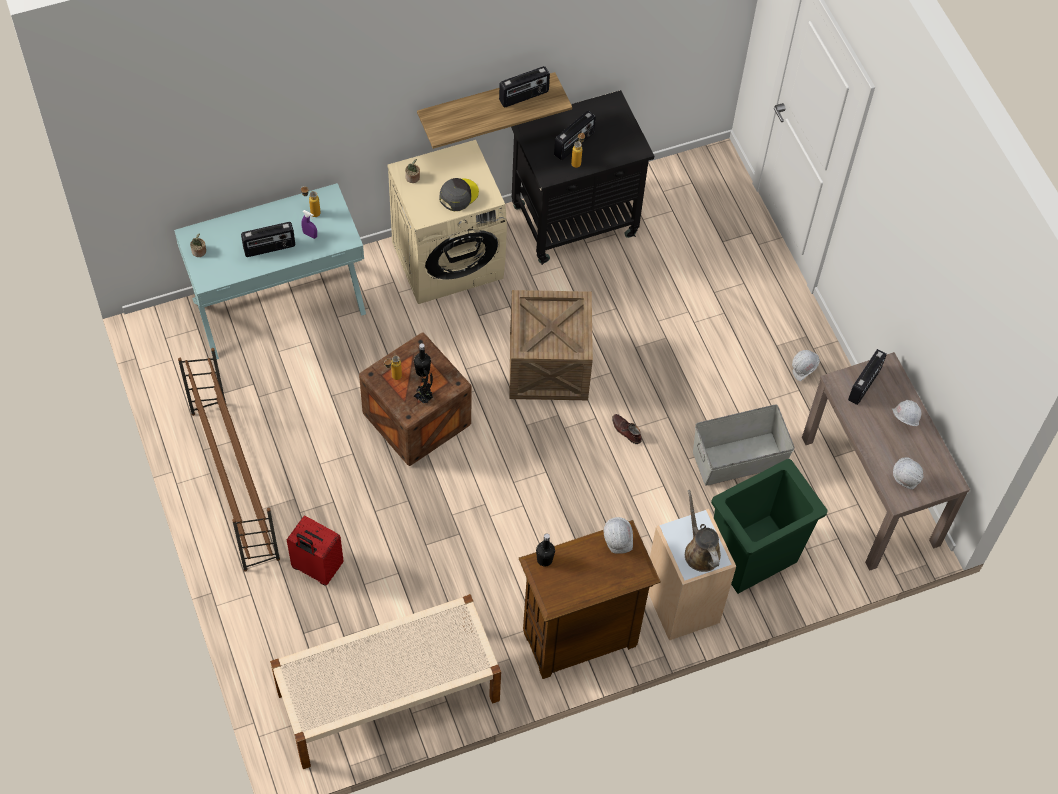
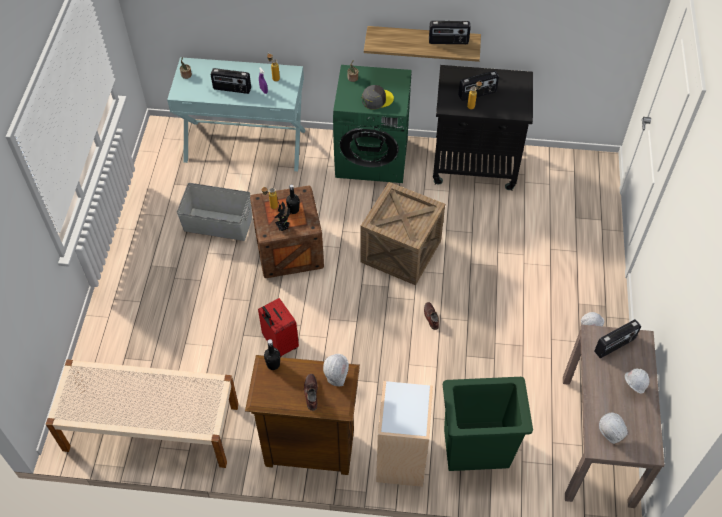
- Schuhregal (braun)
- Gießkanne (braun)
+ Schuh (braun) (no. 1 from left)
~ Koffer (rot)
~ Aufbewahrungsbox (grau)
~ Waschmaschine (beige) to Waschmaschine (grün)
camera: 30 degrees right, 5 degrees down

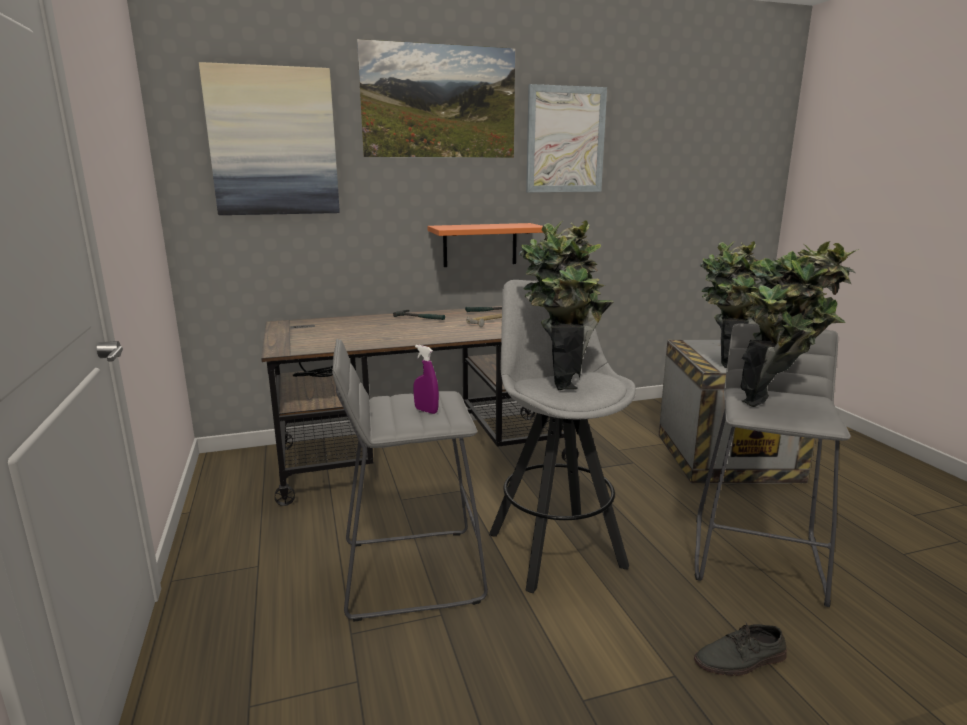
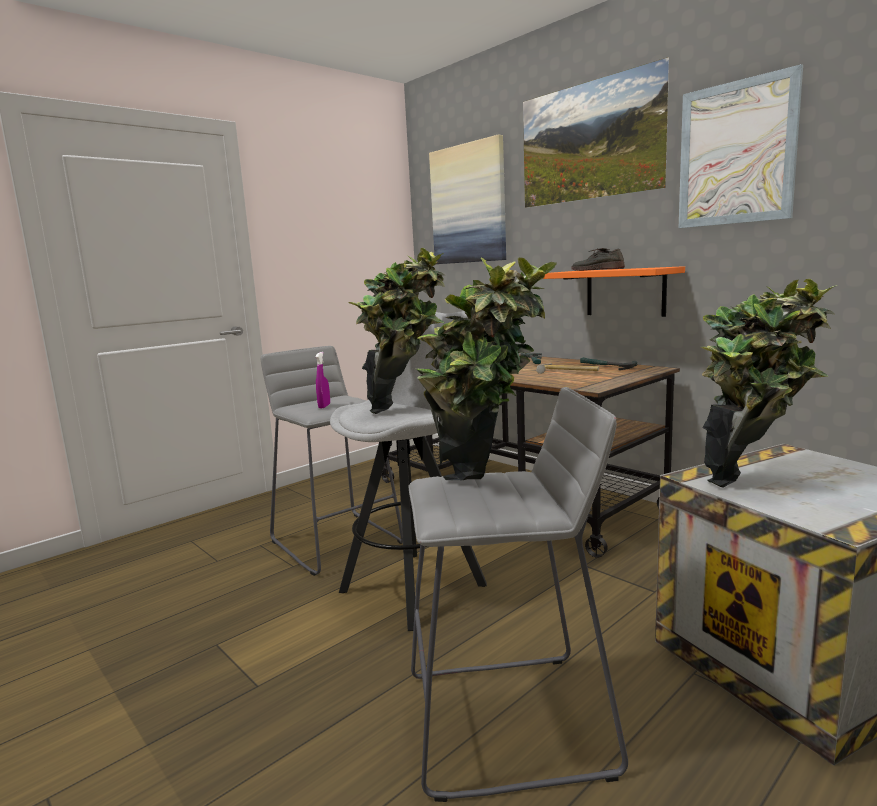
~ Schuh (grau)
camera: 65 degrees right, 5 degrees down

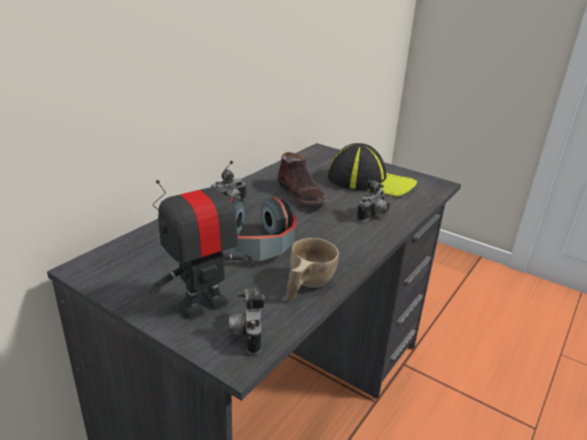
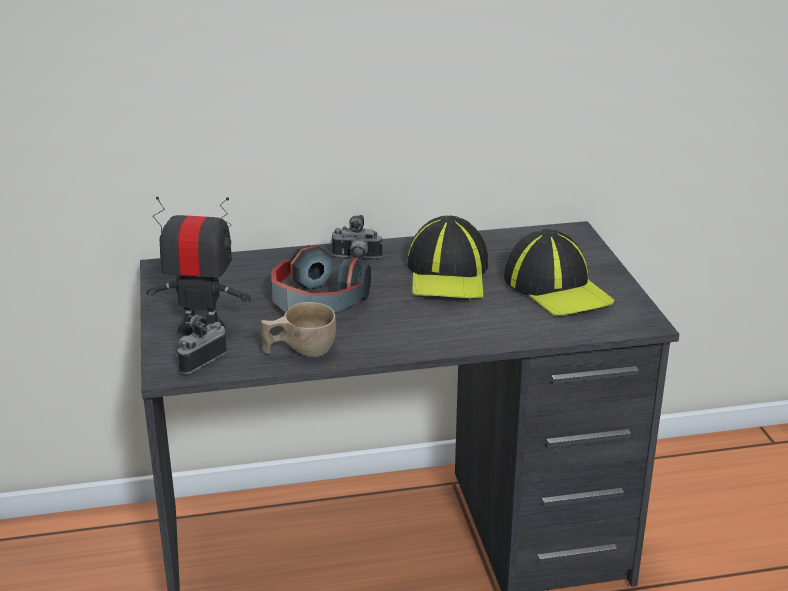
- Kamera (no. 3 from left)
~ Schuh (braun) to Kappe (no. 1 from left)
camera: 45 degrees right, 0 degrees up

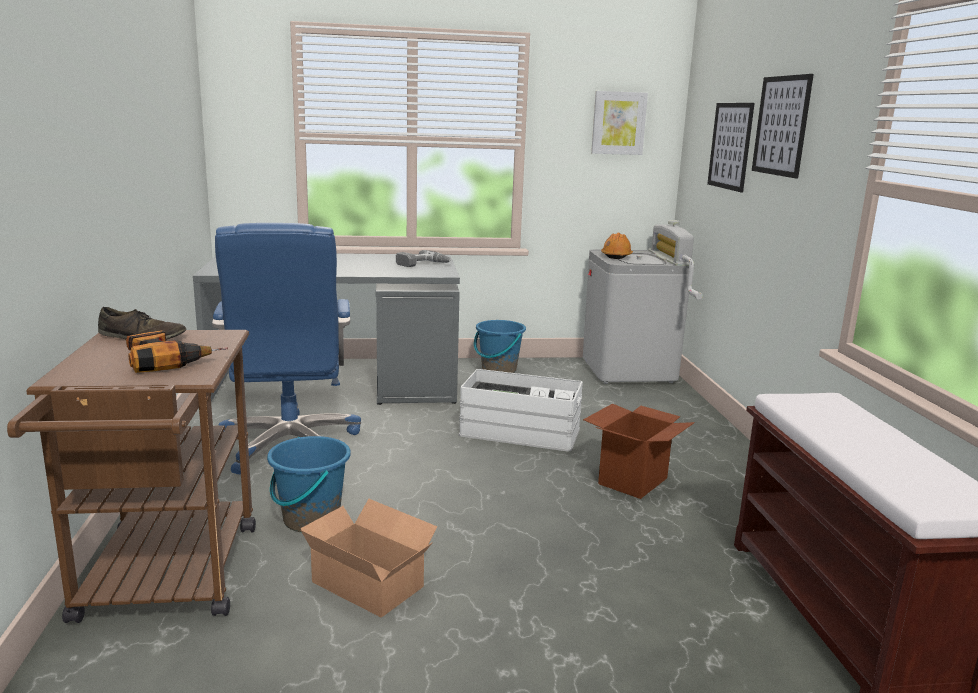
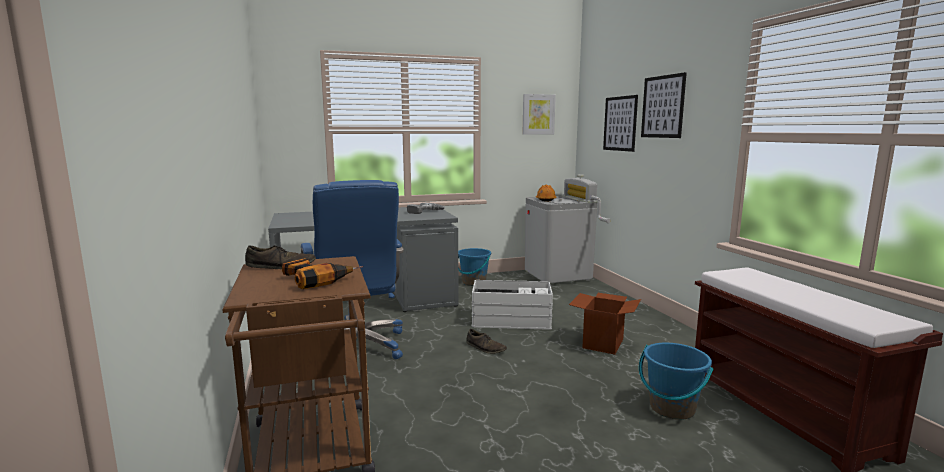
- Karton (no. 1 from left)
+ Schuh (braun) (no. 2 from left)
~ Eimer (blau) (no. 1 from left in the first image) to Eimer (blau) (no. 2 from left)
camera: 10 degrees left, 5 degrees down

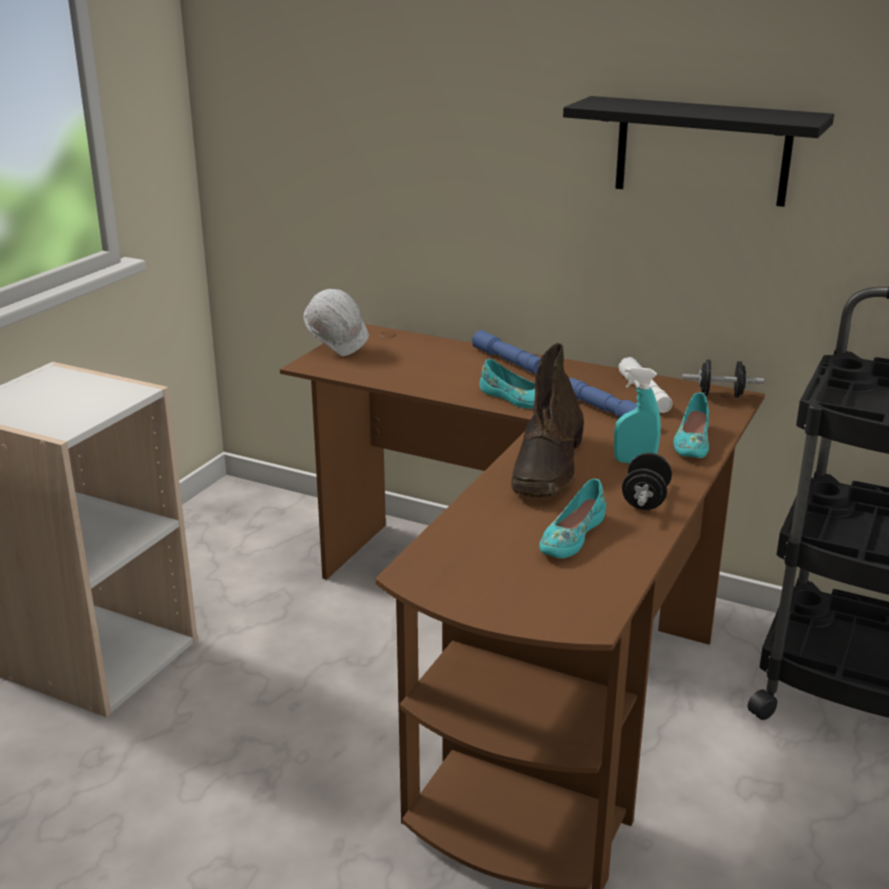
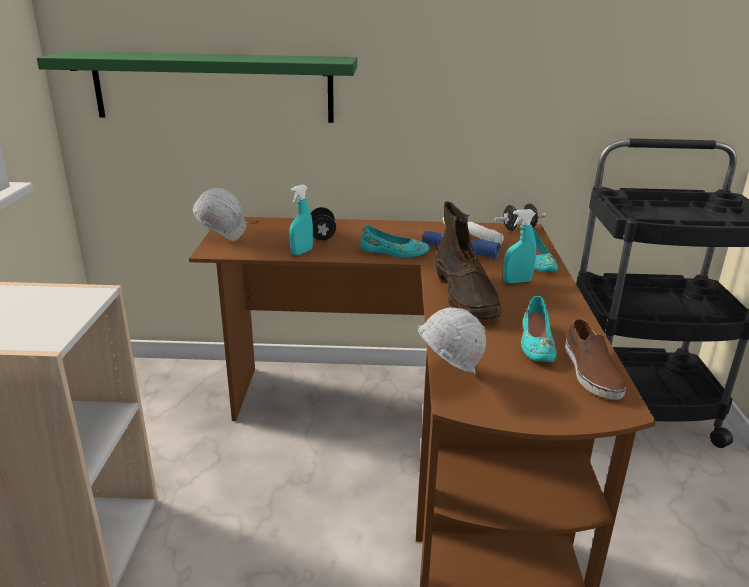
- Taschenlampe (blau) (no. 1 from left)
- Wandregal (schwarz)
+ Wandregal (grün)
+ Sprühflasche (türkis) (no. 1 from left)
+ Schutzhelm (weiß) (no. 2 from left)
+ Schuh (braun)
~ Hantel (schwarz) (no. 1 from left)
camera: 25 degrees left, 0 degrees up

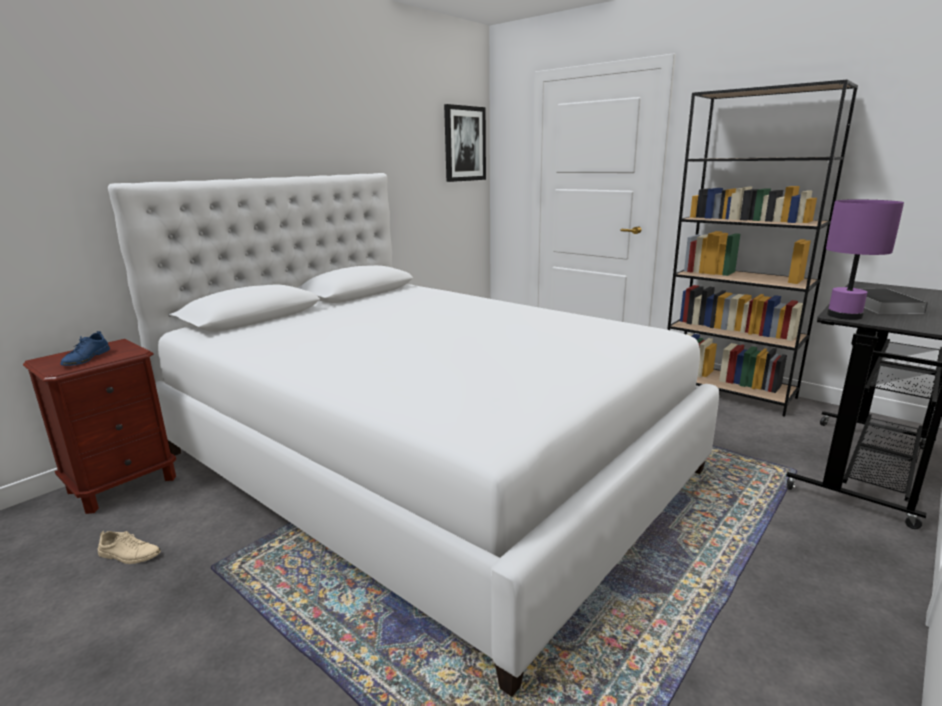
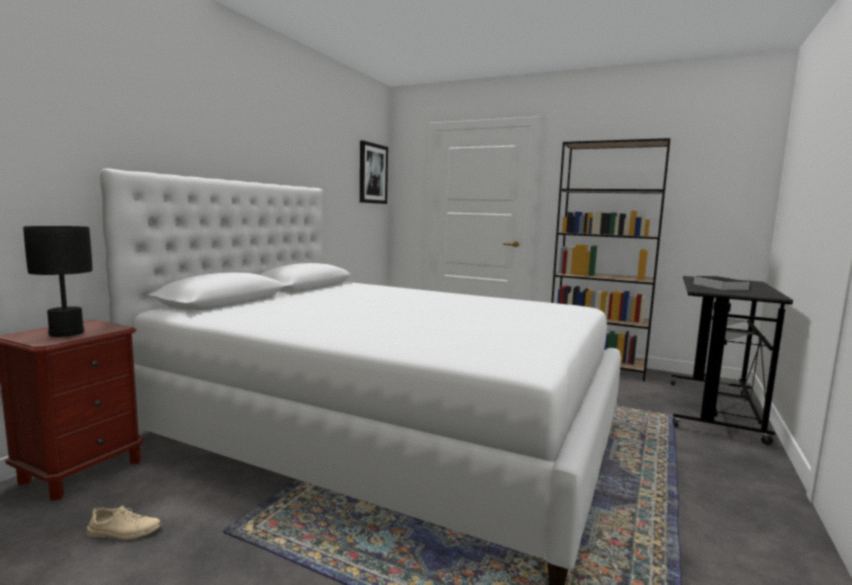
- Tischlampe (lila)
~ Schuh (blau) to Tischlampe (schwarz)
camera: 15 degrees left, 10 degrees down

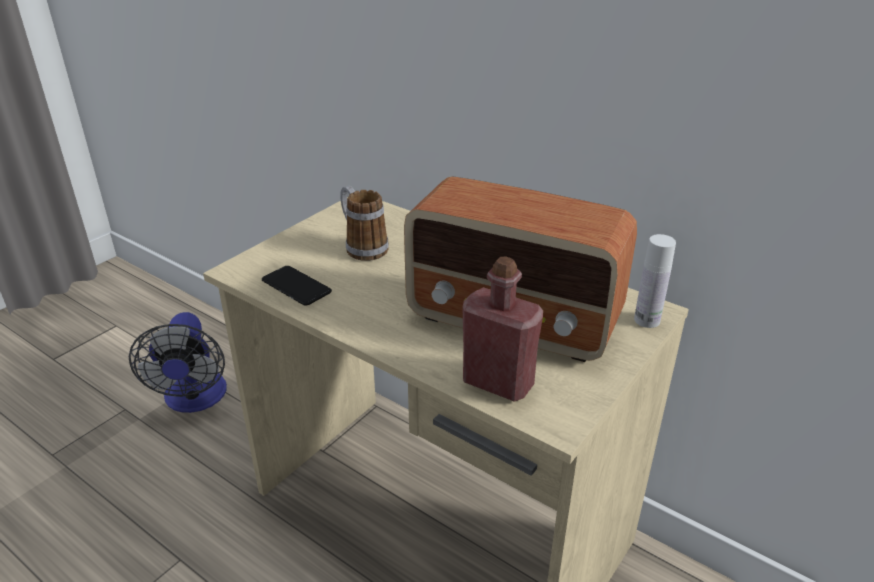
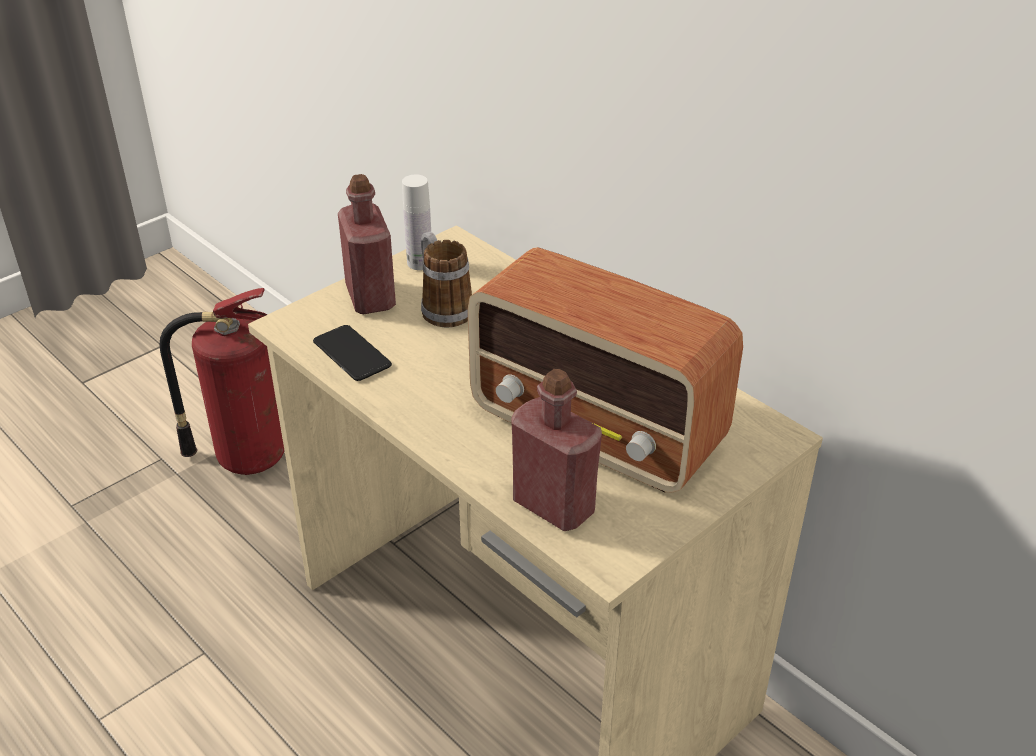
+ Flasche (rot) (no. 1 from left)
~ Flasche (weiß)
~ Ventilator to Feuerlöscher
camera: 10 degrees right, 5 degrees up

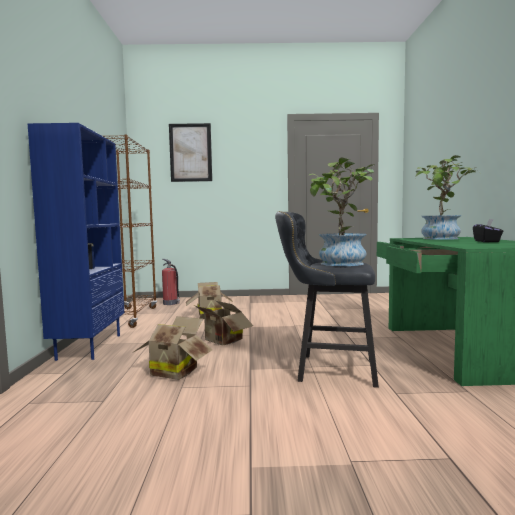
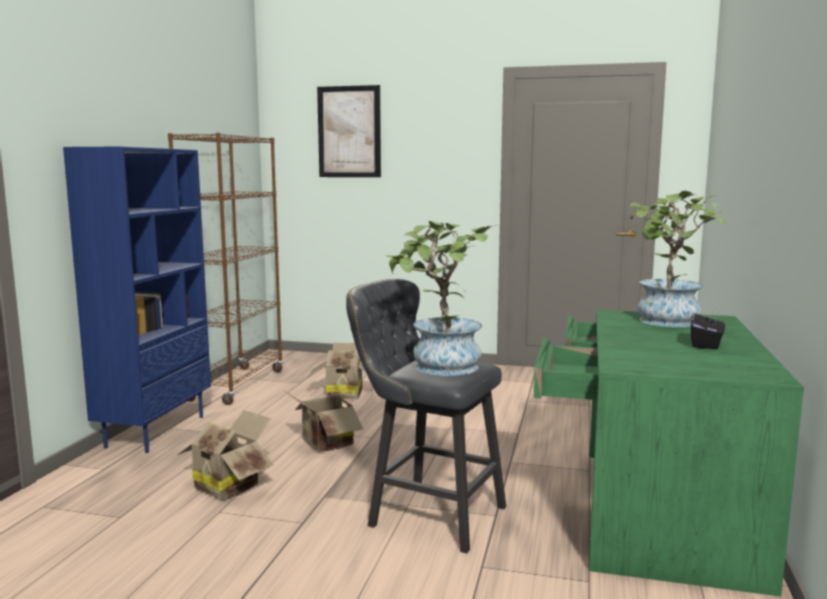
- Feuerlöscher
camera: 15 degrees right, 5 degrees up

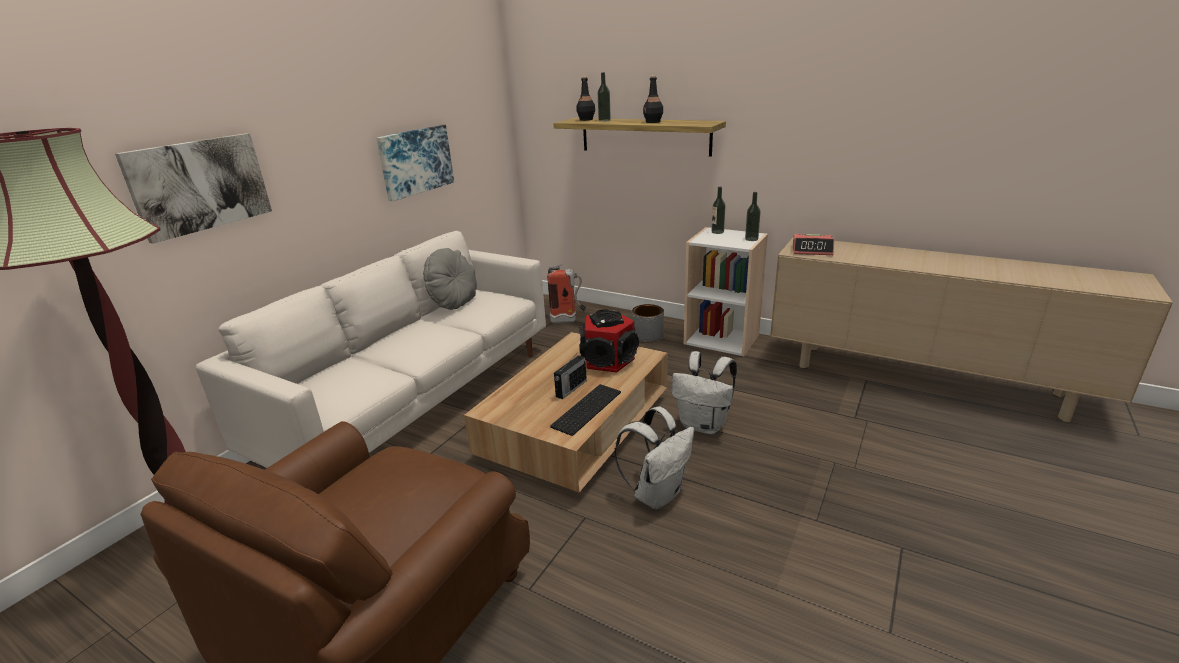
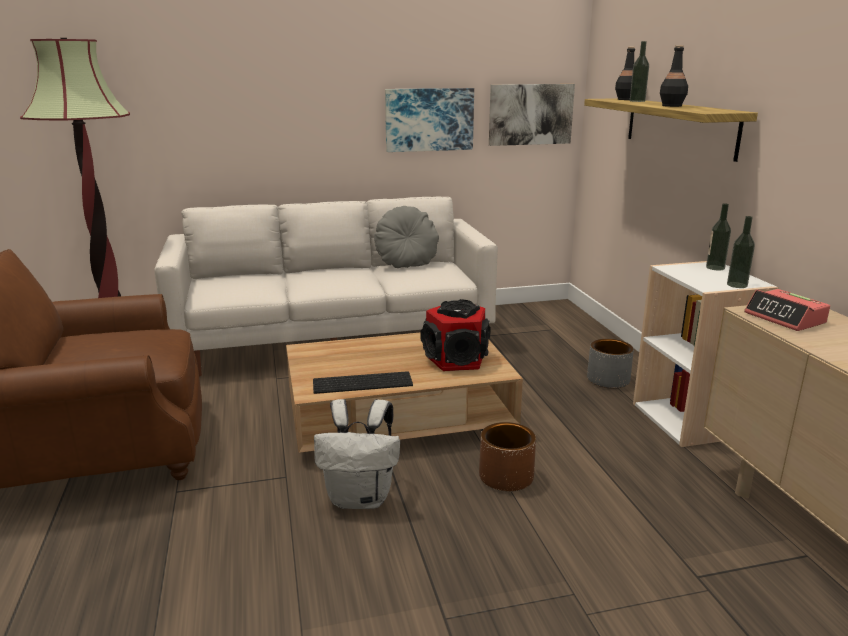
- Feuerlöscher
- Radio
~ Bild (no. 1 from left in the first image) to Bild (no. 2 from left)
~ Rucksack (weiß) (no. 2 from left) to Pflanzkübel (braun)
camera: 45 degrees right, 5 degrees down

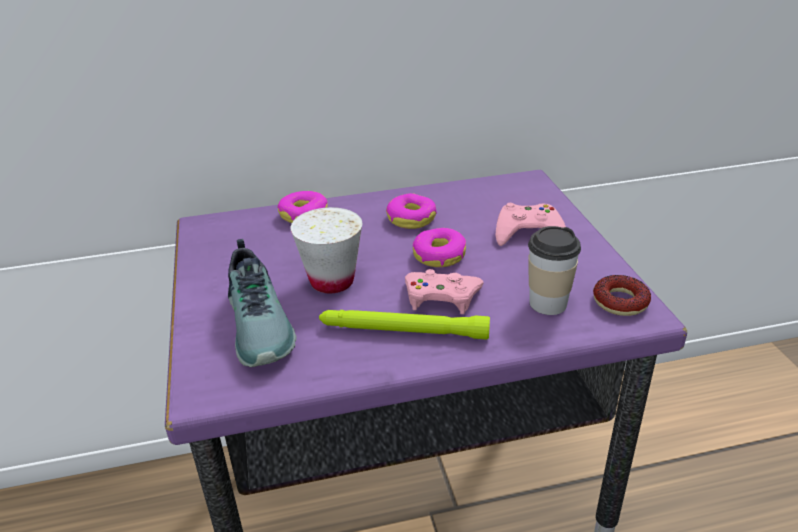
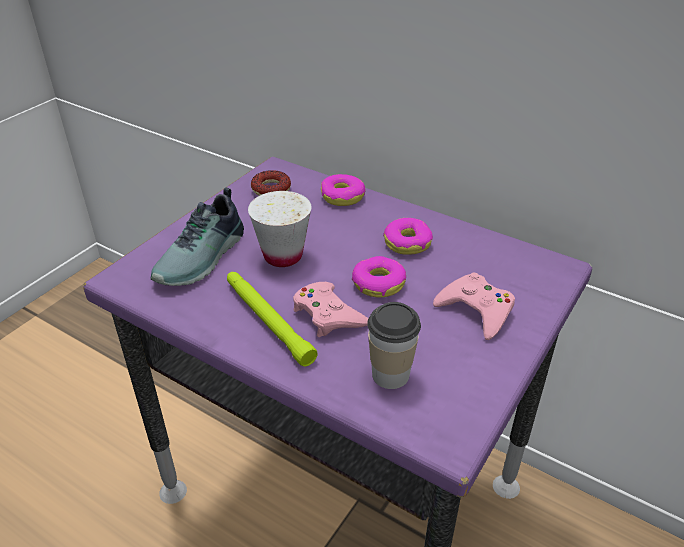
~ Donut (no. 4 from left in the first image) to Donut (no. 1 from left)
camera: 45 degrees right, 5 degrees up

